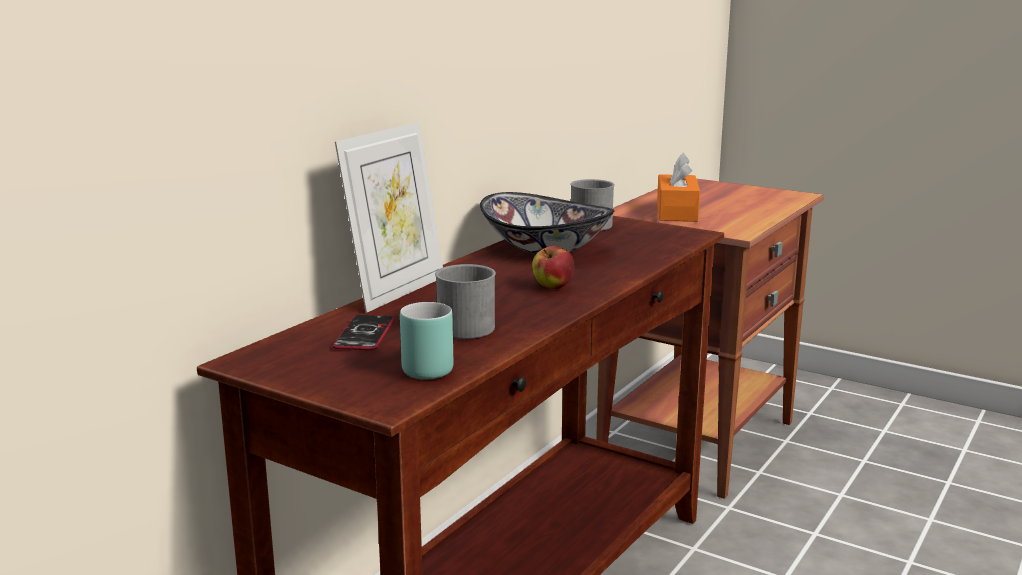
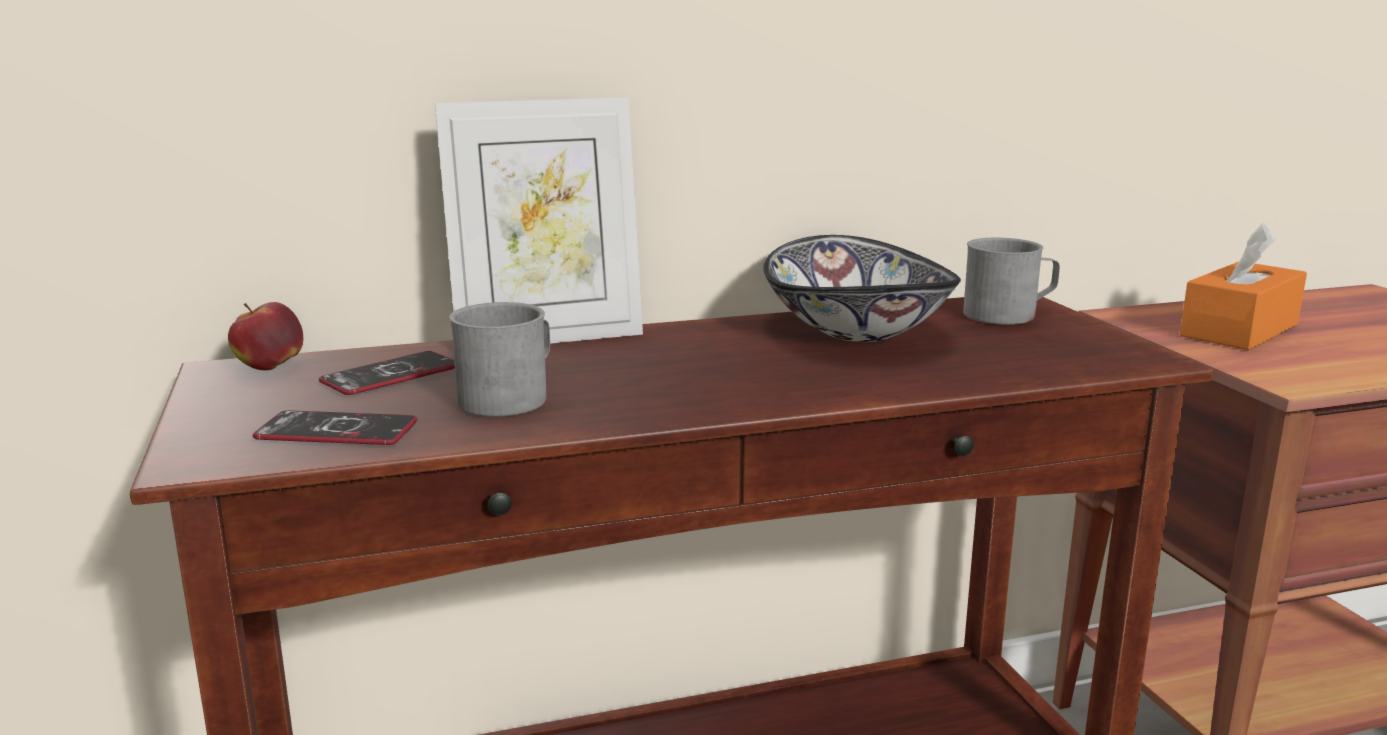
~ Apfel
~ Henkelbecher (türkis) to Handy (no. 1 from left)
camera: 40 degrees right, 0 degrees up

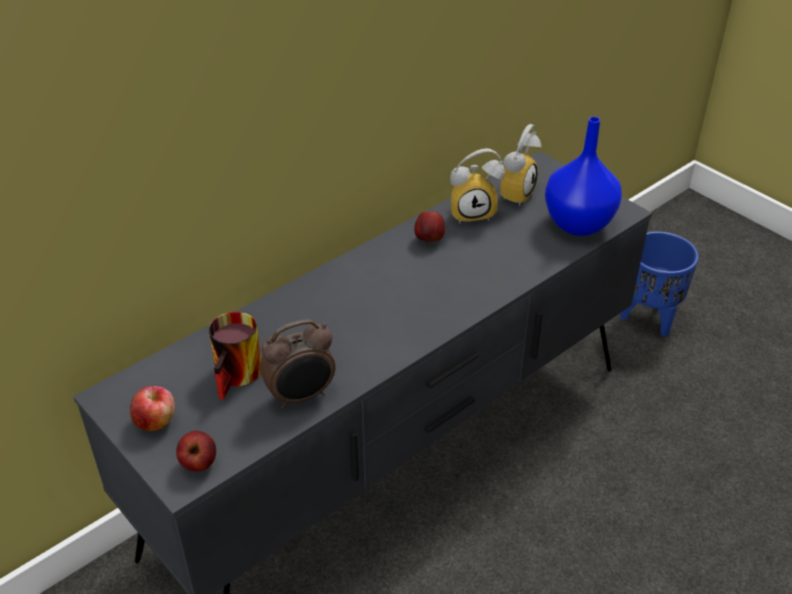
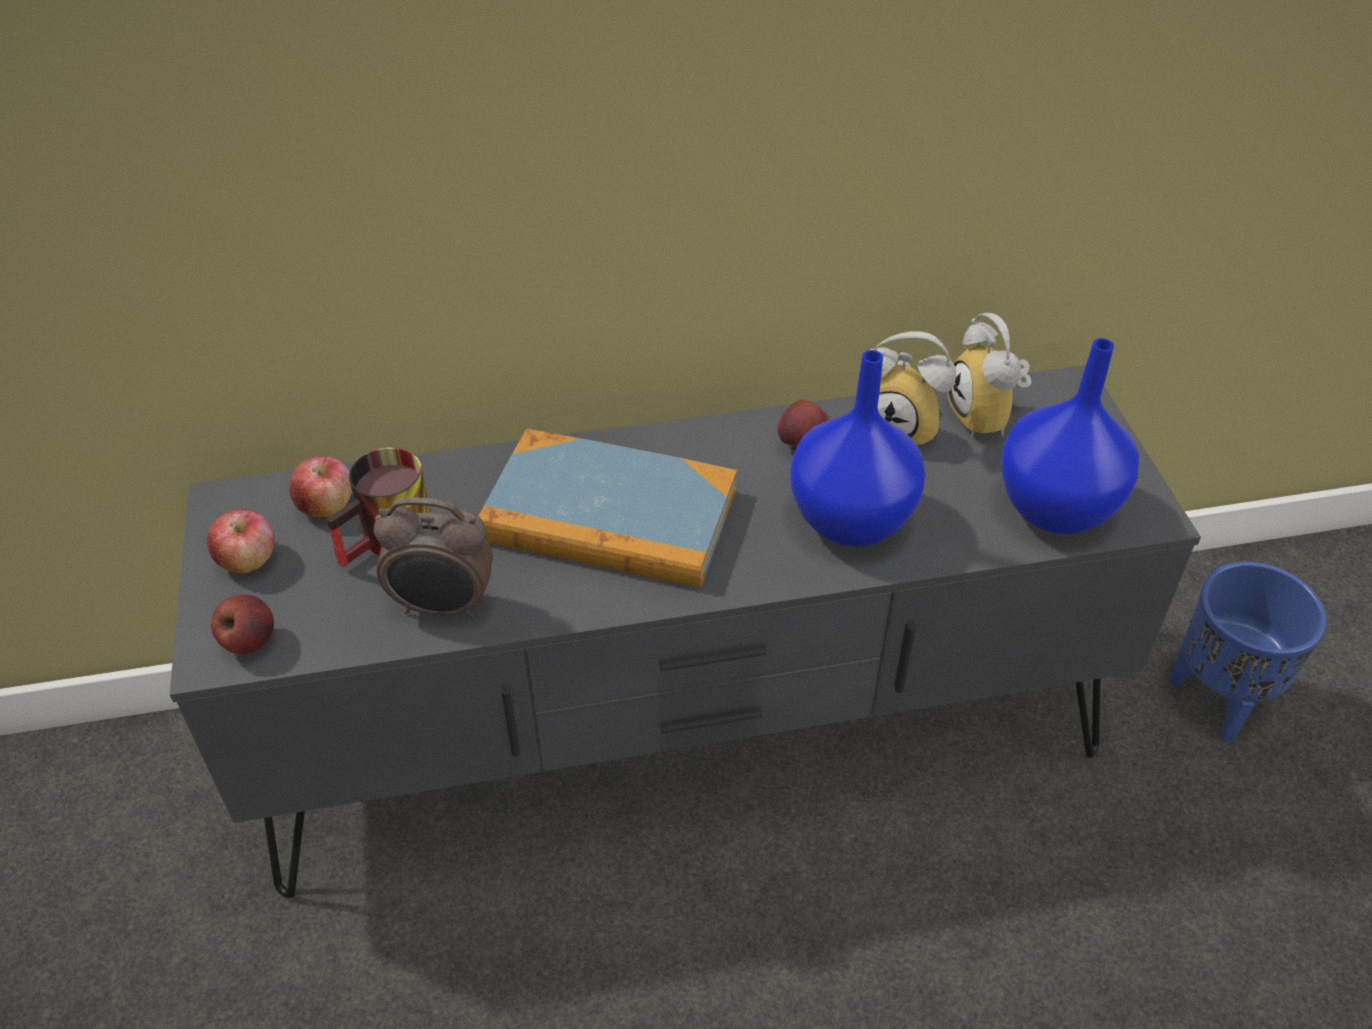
+ Apfel (no. 3 from left)
+ Buch
+ Vase (blau) (no. 1 from left)
~ Wecker (no. 3 from left) 105 degrees clockwise
camera: 30 degrees right, 5 degrees up

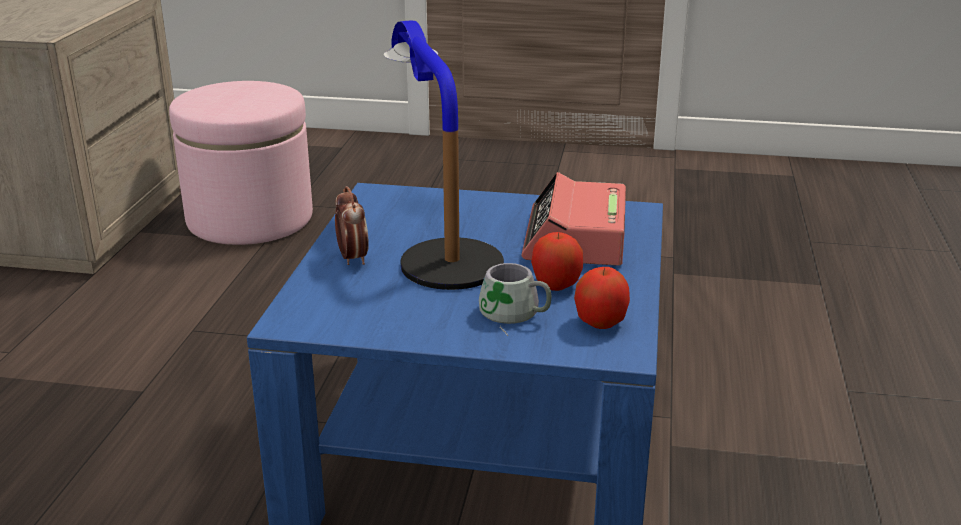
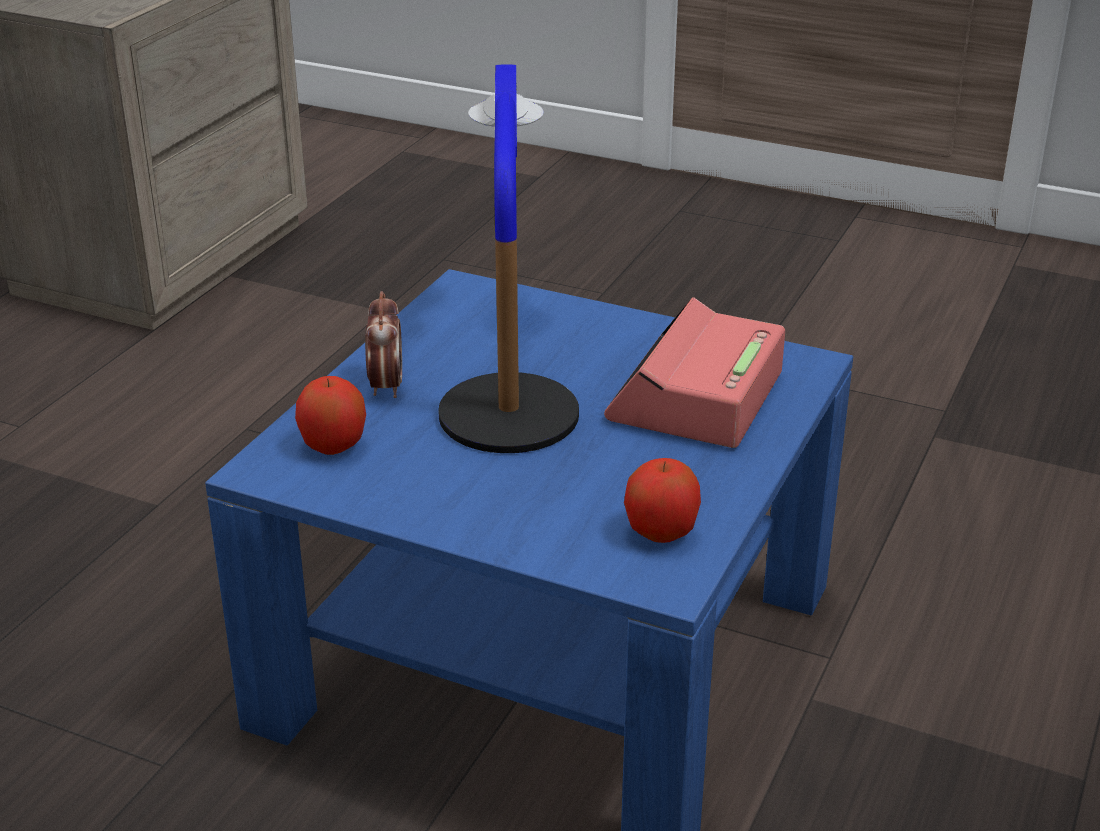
- Polsterhocker (rosa)
- Henkelbecher (grau)
~ Apfel (no. 1 from left)
camera: 15 degrees right, 5 degrees up

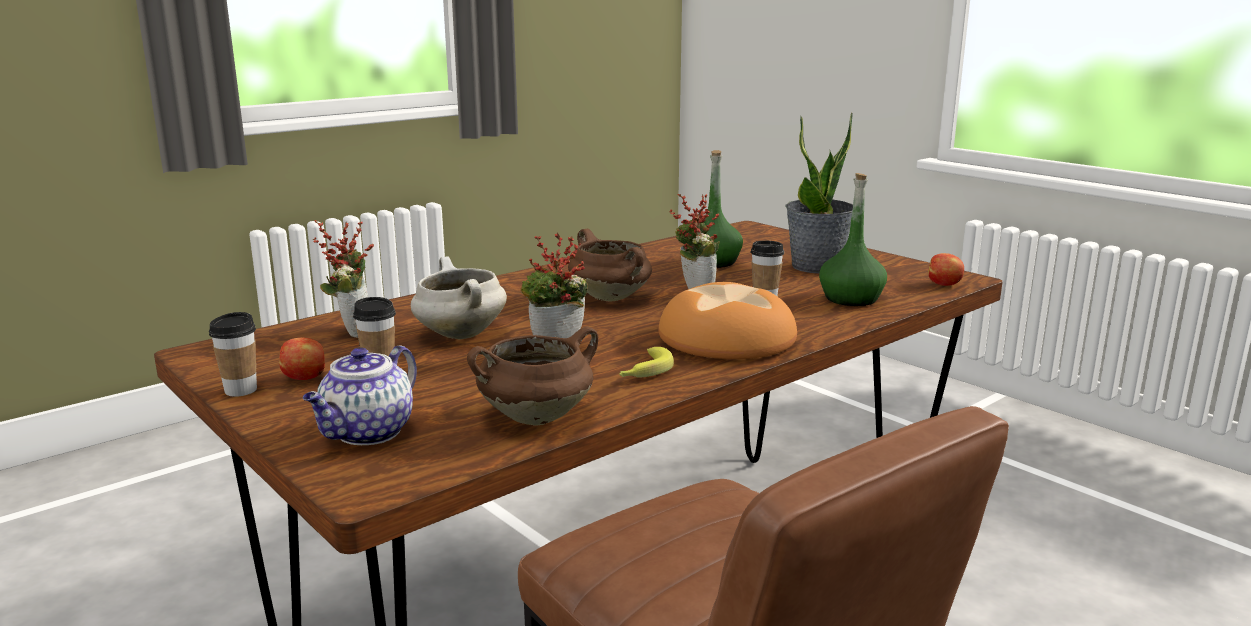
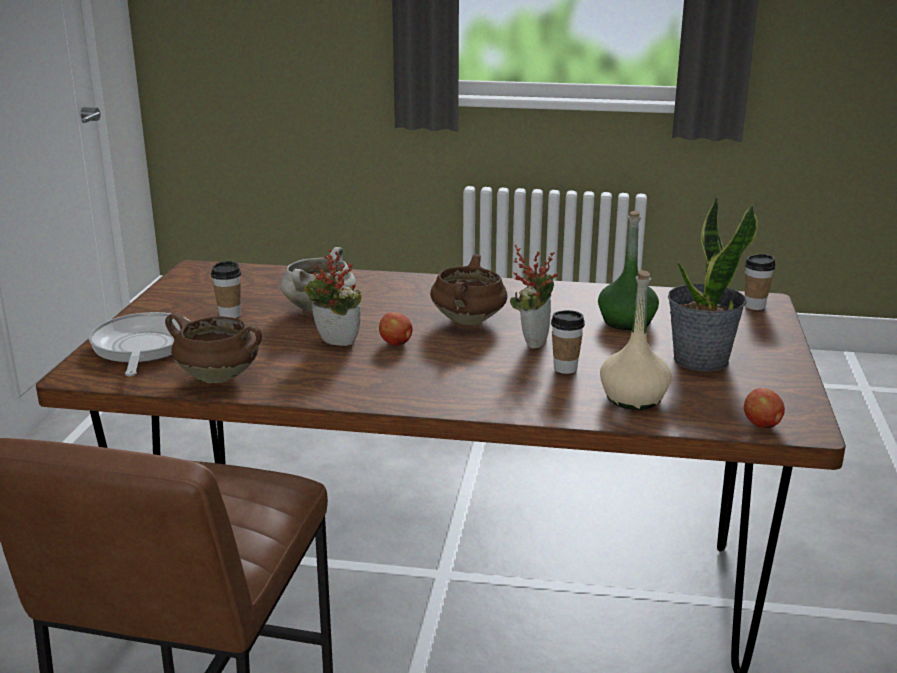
- Topfpflanze (no. 1 from left)
- Banane
- Brot
~ Tasse (no. 1 from left in the first image) to Tasse (no. 3 from left)
~ Apfel (no. 1 from left)
~ Teekanne to Pfanne
~ Flasche (grün) (no. 2 from left) to Flasche (beige)
camera: 50 degrees right, 5 degrees up

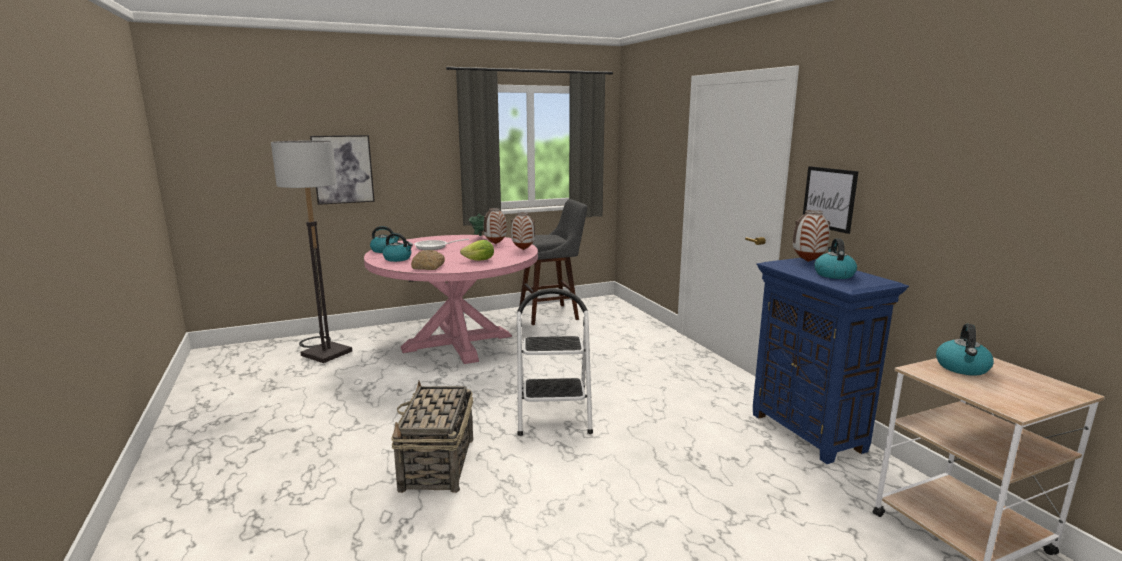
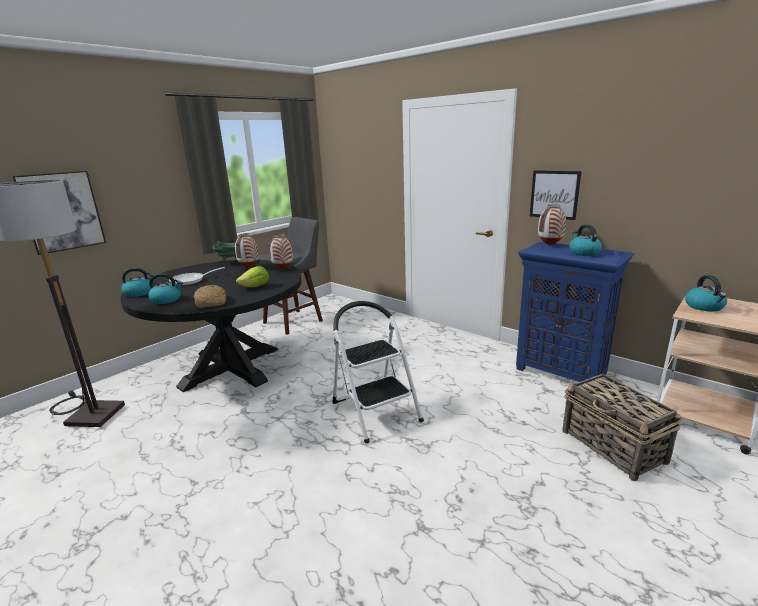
~ Korb
~ Esstisch (rosa) to Esstisch (schwarz)
camera: 25 degrees left, 5 degrees up

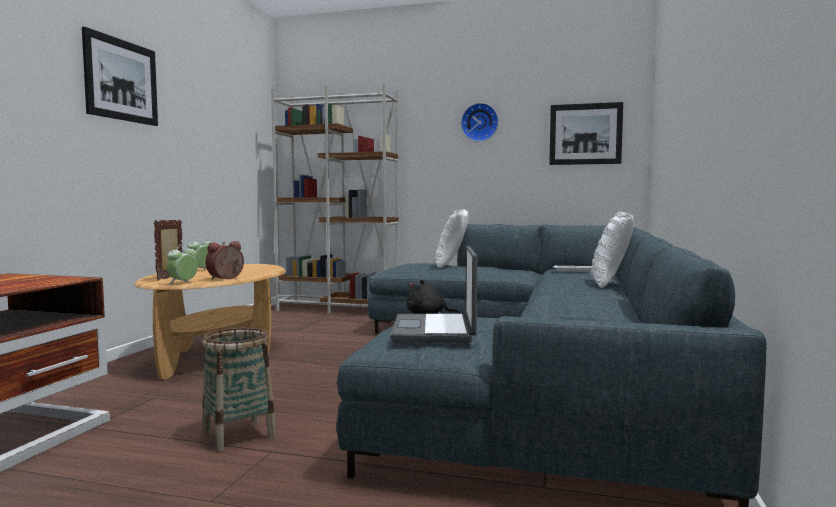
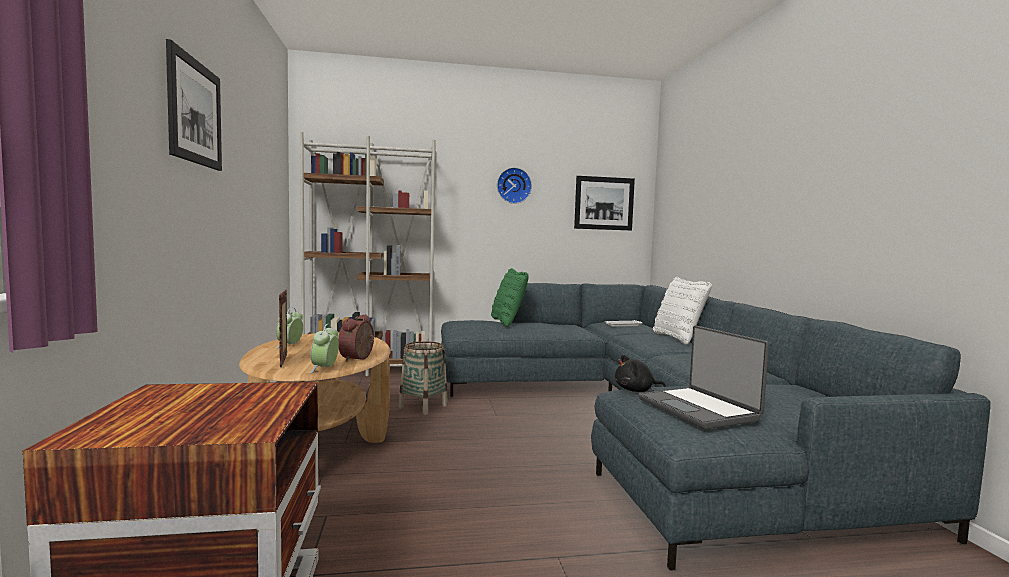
~ Korb
~ Kissen (weiß) (no. 1 from left) to Kissen (grün)
camera: 25 degrees left, 0 degrees up

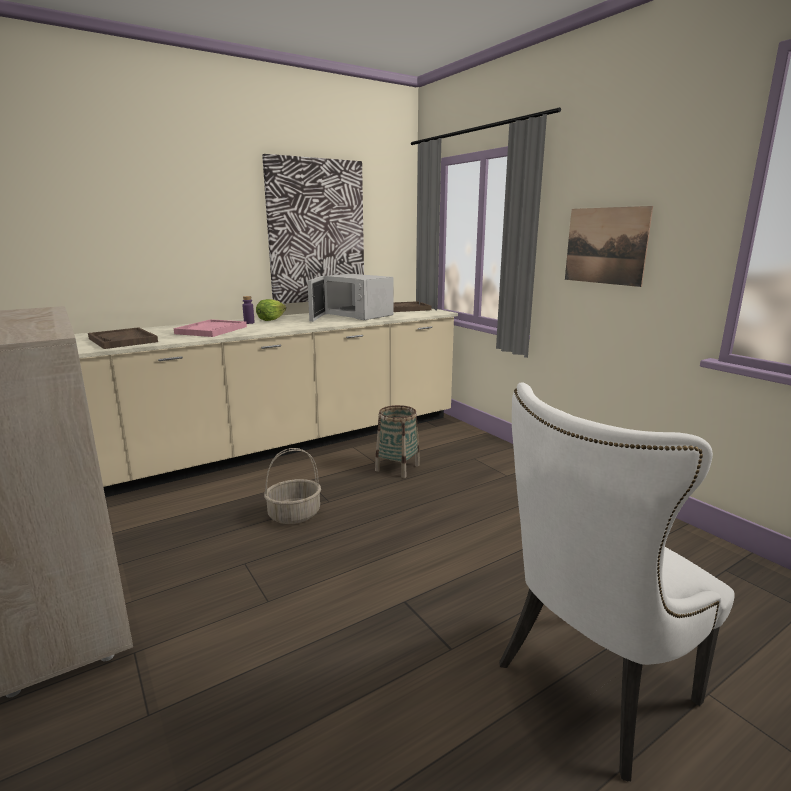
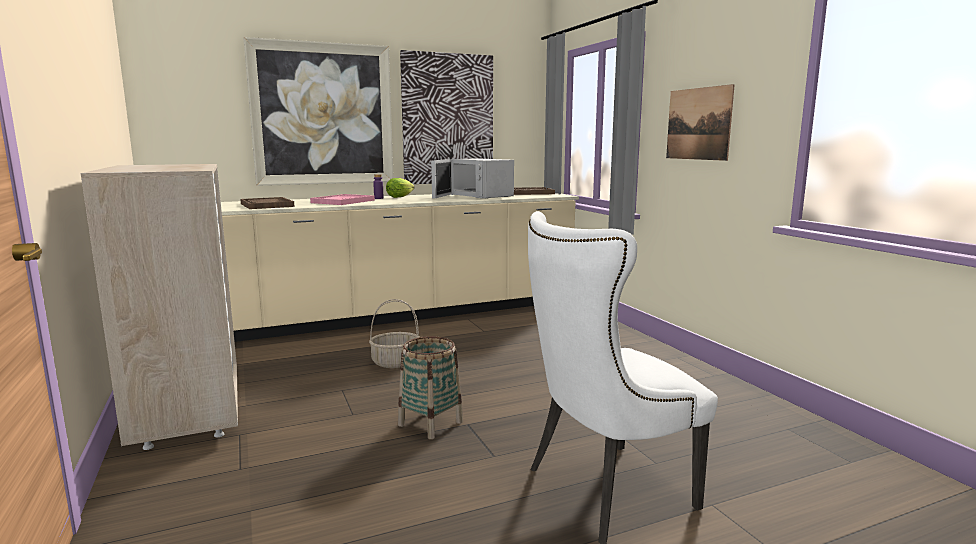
+ Bild (no. 1 from left)
~ Korb (no. 2 from left)
camera: 10 degrees right, 5 degrees down

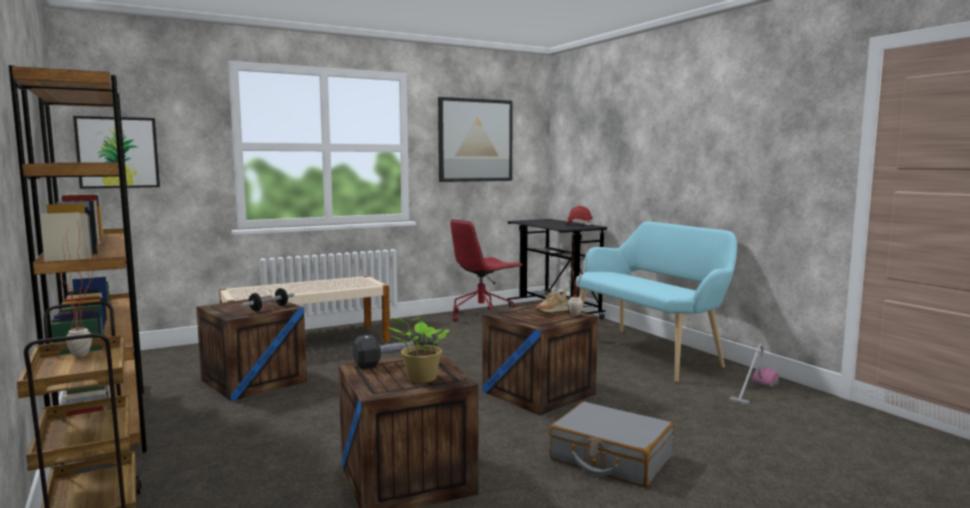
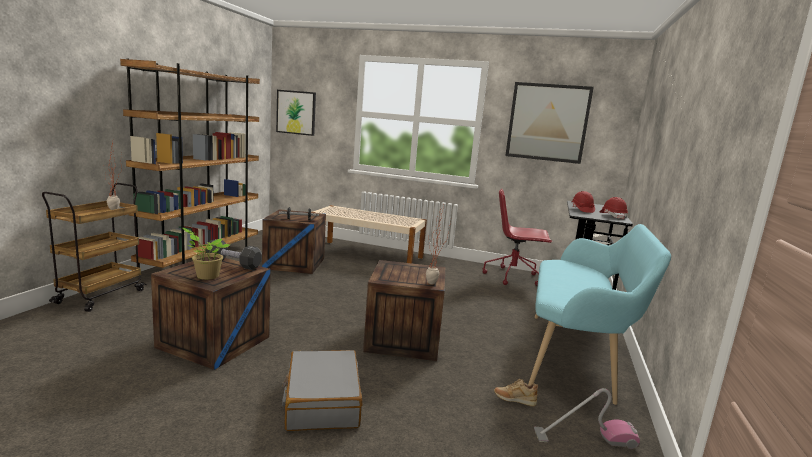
+ Schutzhelm (rot) (no. 1 from left)
~ Schuh (beige)
camera: 45 degrees right, 5 degrees up

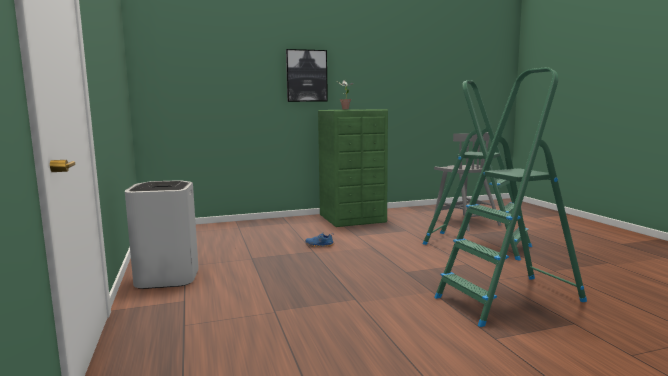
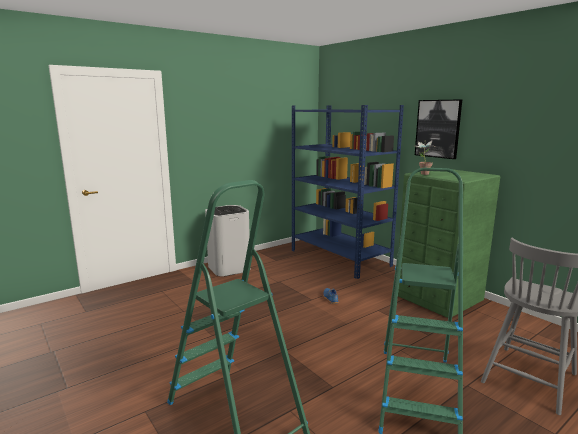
+ Bücherregal (blau)
camera: 70 degrees right, 5 degrees up

